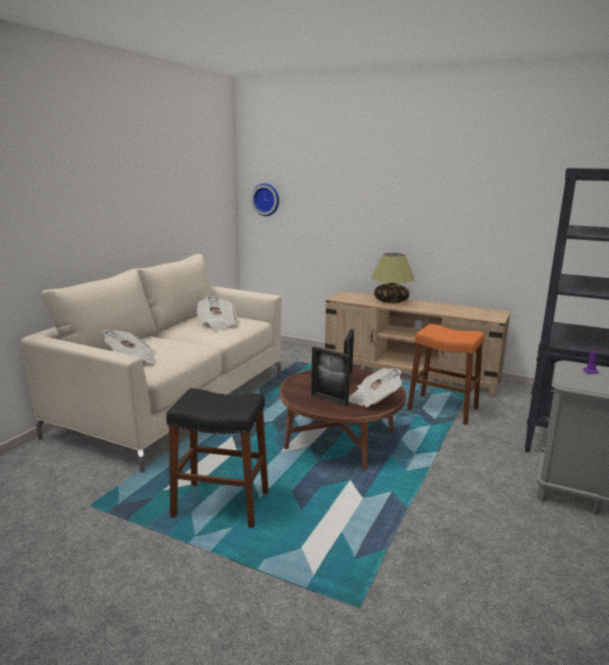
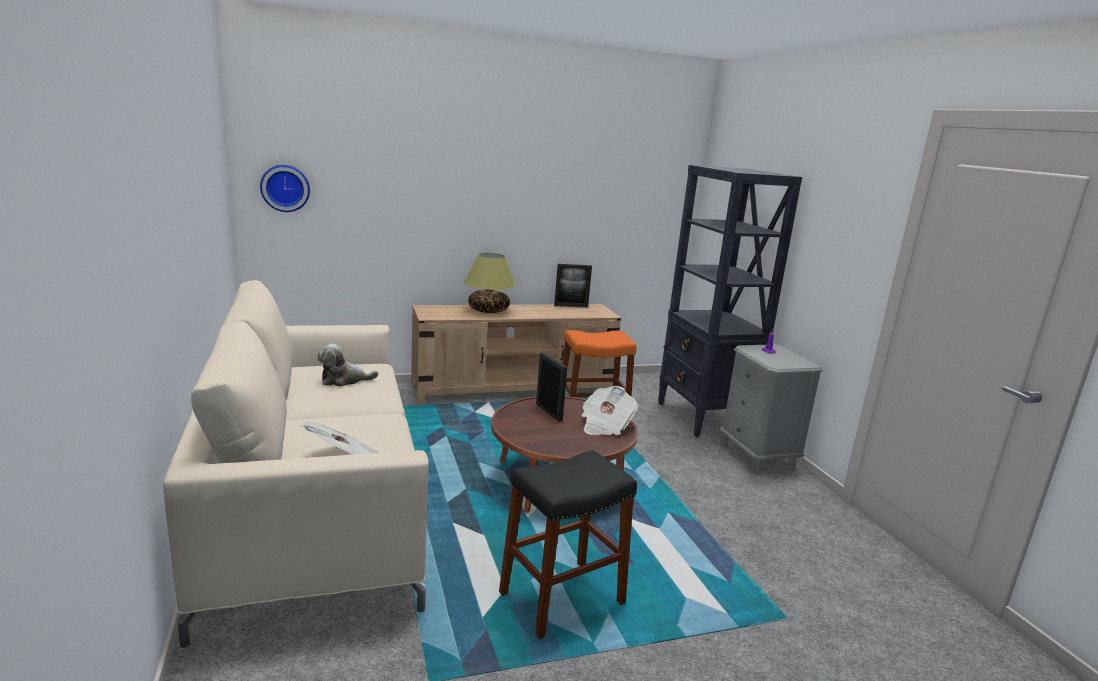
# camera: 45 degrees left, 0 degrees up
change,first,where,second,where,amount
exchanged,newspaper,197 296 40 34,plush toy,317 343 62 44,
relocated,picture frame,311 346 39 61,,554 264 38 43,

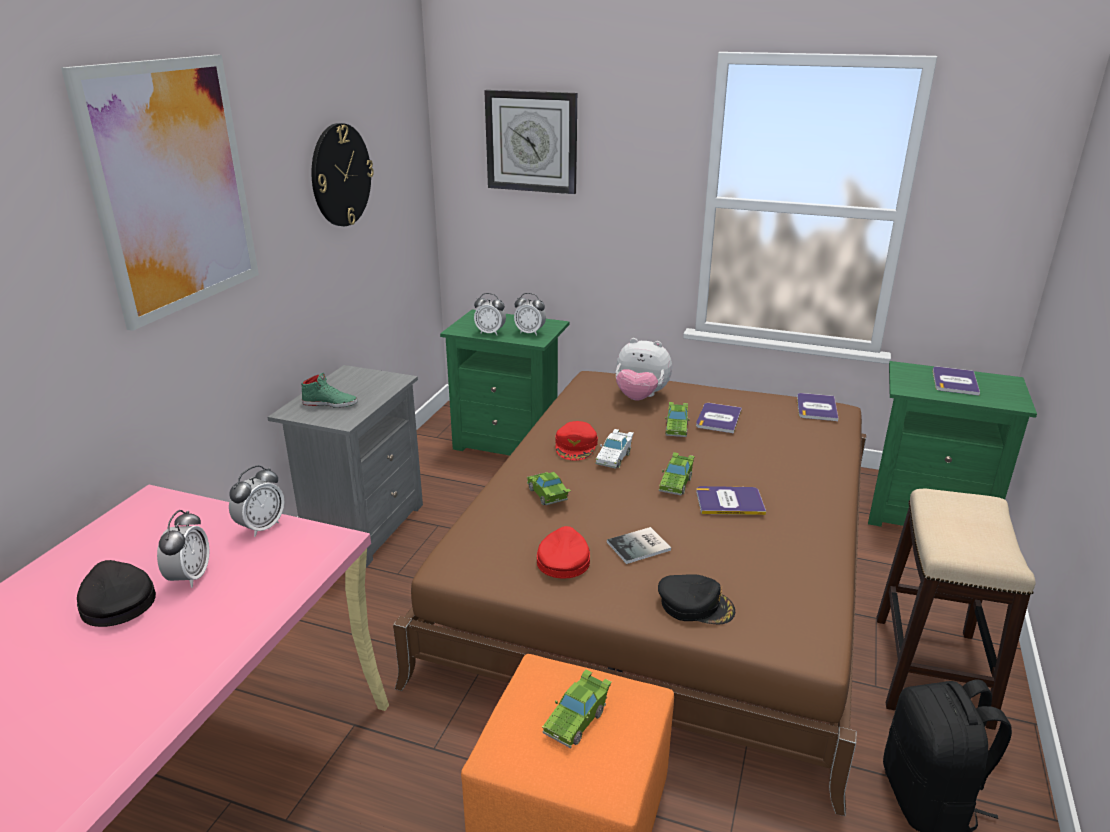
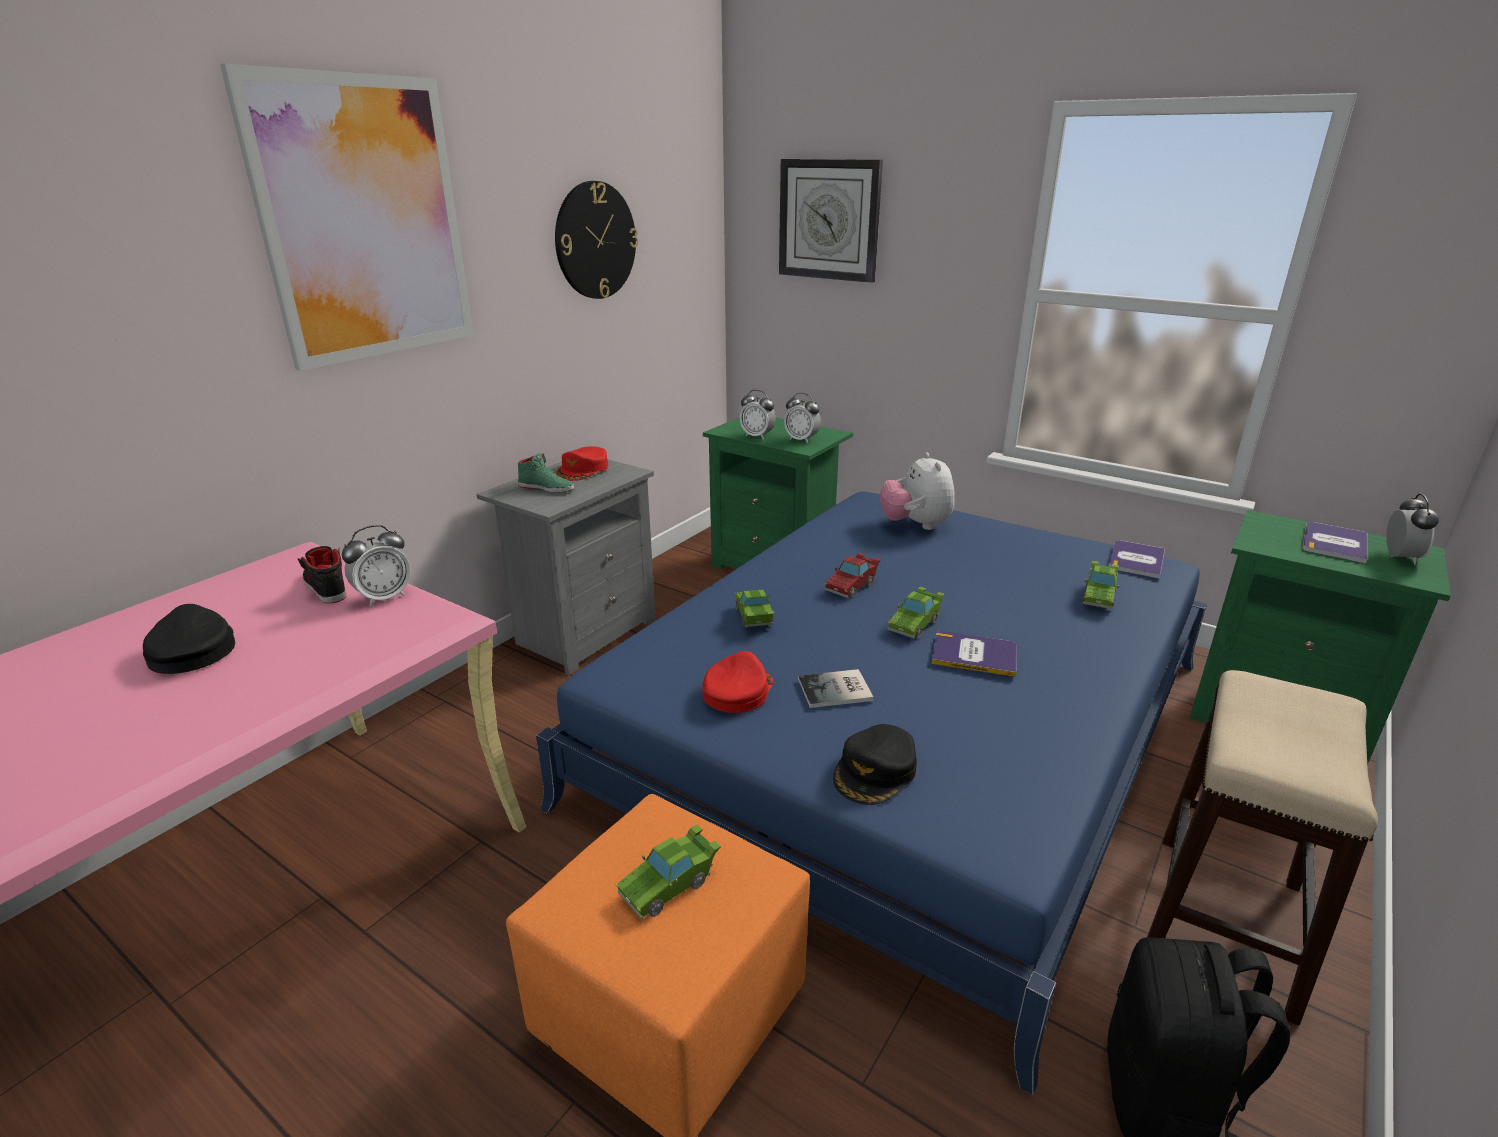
# camera: 15 degrees right, 0 degrees up
change,first,where,second,where,amount
relocated,alarm clock,157 510 52 78,,1386 494 53 71,
colour,brown bed,393 371 473 445,blue bed,536 491 671 604,
relocated,red cap,555 421 43 39,,556 446 52 35,
colour,white toy car,595 429 39 40,red toy car,825 553 56 45,
spun,plush toy,616 338 56 62,,880 452 75 78,45 degrees clockwise
spun,black cap,658 575 77 49,,833 724 84 81,90 degrees clockwise
relocated,green toy car,665 402 25 35,,1082 561 38 48,
missing,book,696 403 46 30,,,
appeared,,,black shoe,298 546 48 57,

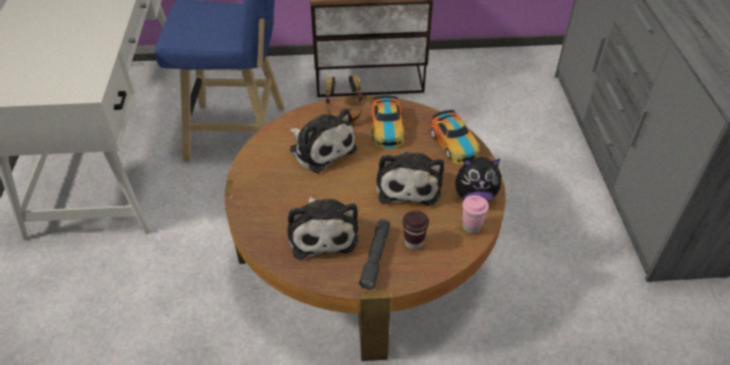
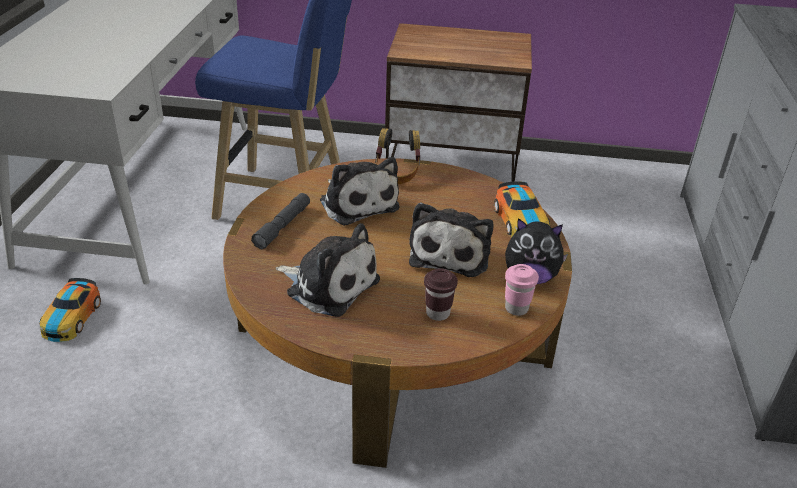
# camera: 10 degrees right, 10 degrees down
change,first,where,second,where,amount
spun,plush toy,287 197 71 62,,276 223 104 94,60 degrees counterclockwise
relocated,grey flashlight,359 219 31 71,,251 193 59 56,
relocated,toy car,370 95 35 54,,39 278 62 64,

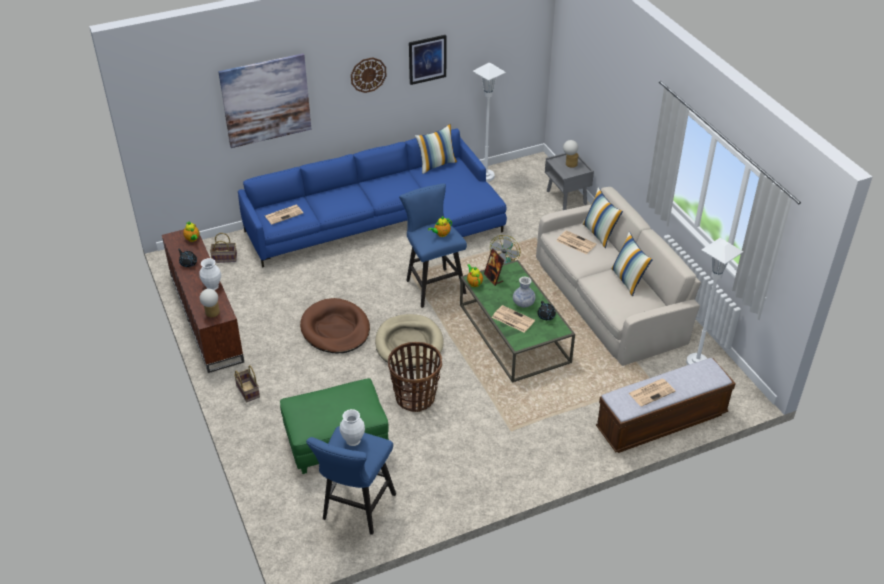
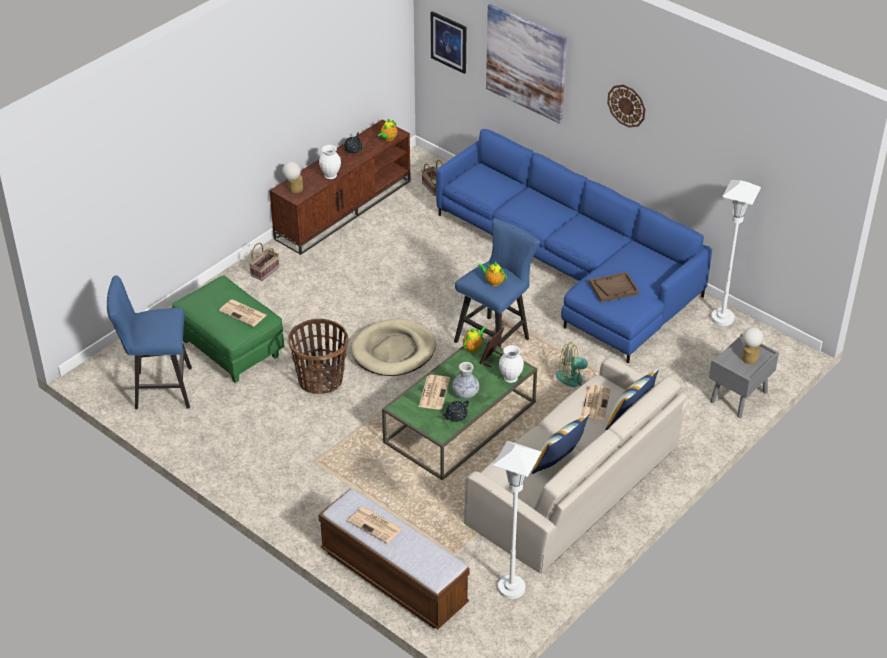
# camera: 65 degrees right, 0 degrees up
change,first,where,second,where,amount
relocated,newspaper,265 205 38 19,,219 300 47 27,
missing,brown dog bed,300 298 70 55,,,
relocated,white vase,339 409 26 37,,499 345 25 38,
relocated,picture,409 35 37 50,,431 11 36 63,
missing,pillow,415 124 42 50,,,
appeared,,,brown tray,589 272 50 30,

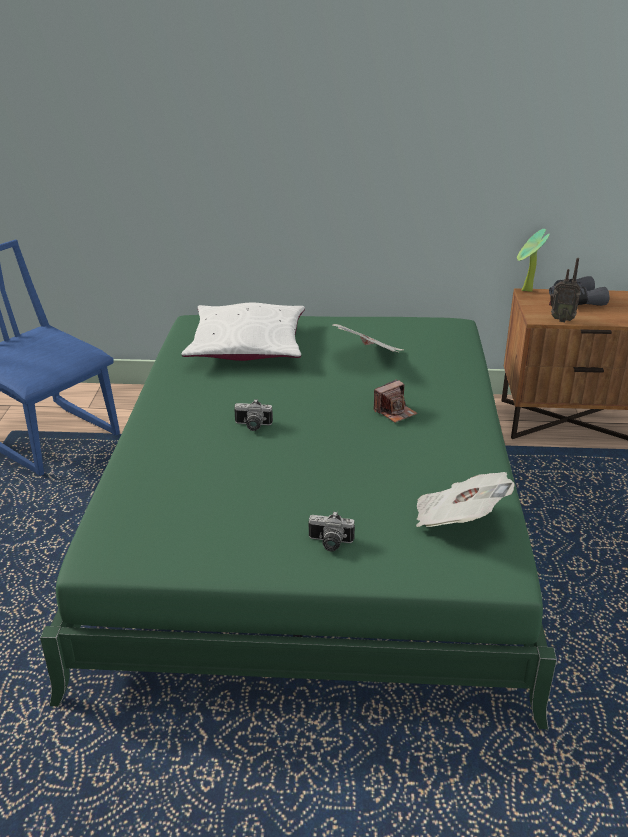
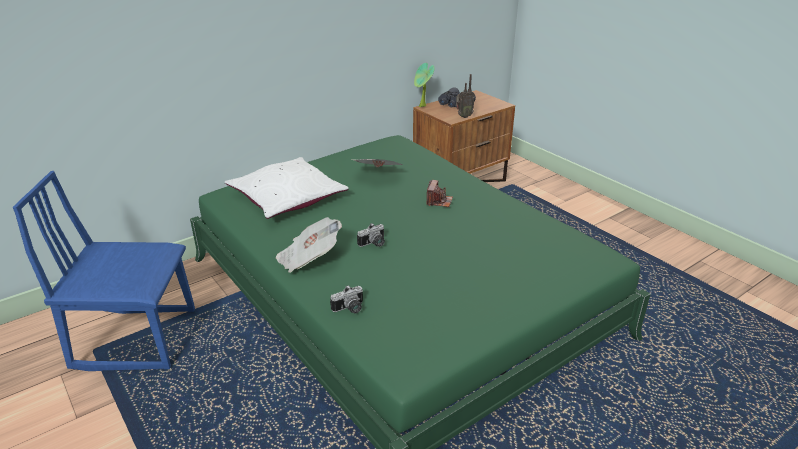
# camera: 40 degrees left, 0 degrees up
change,first,where,second,where,amount
relocated,photo camera,309 512 46 39,,330 285 33 28,
relocated,newspaper,416 472 99 55,,276 217 66 55,

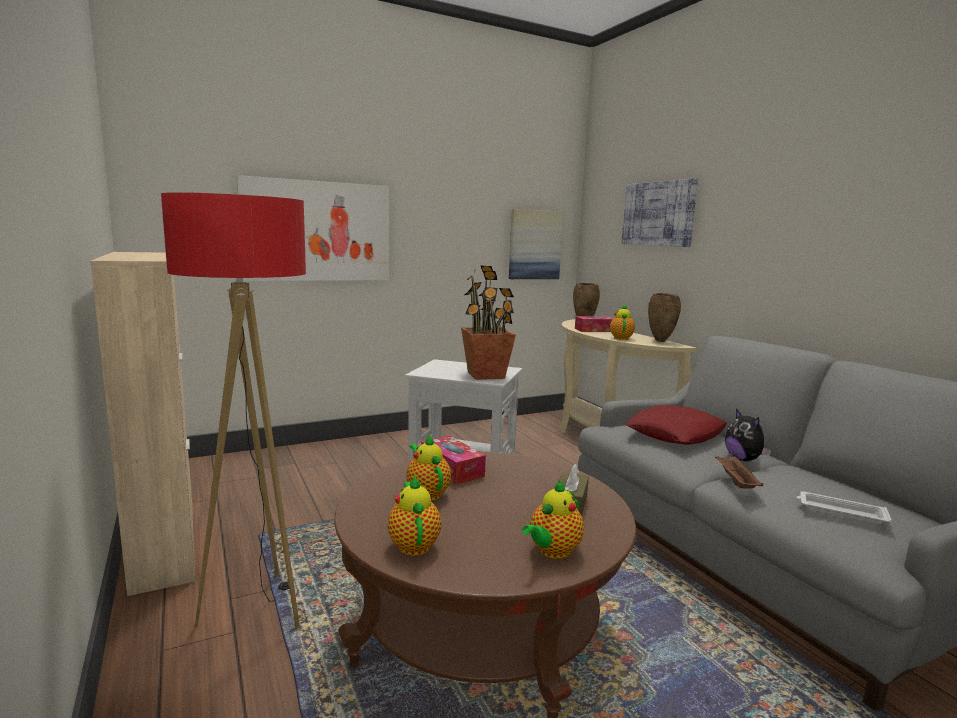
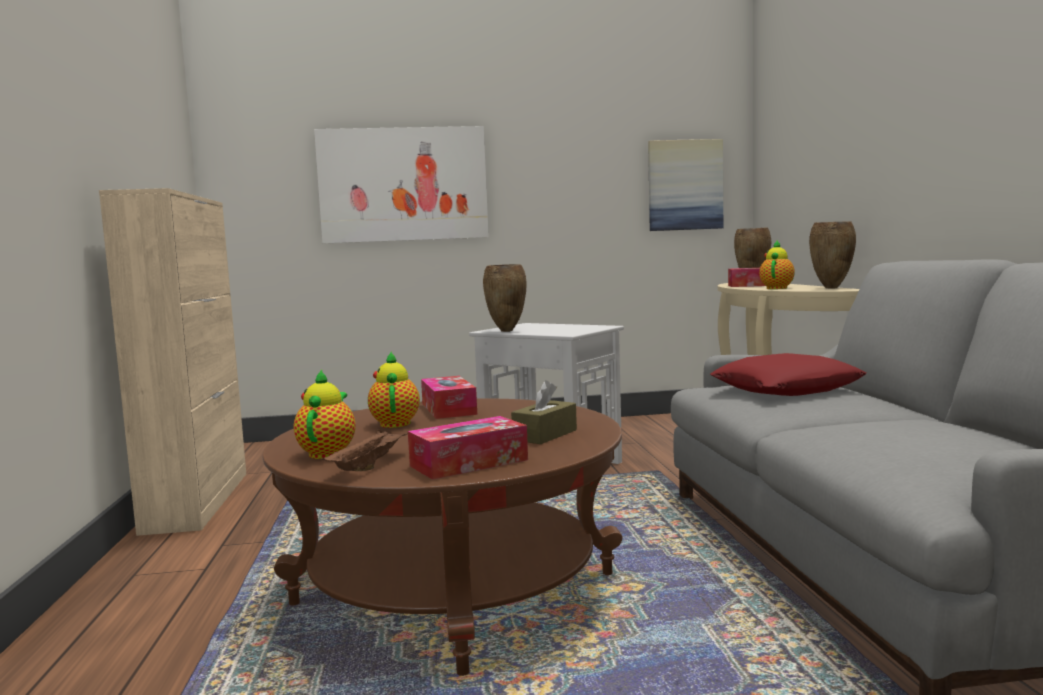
# camera: 20 degrees right, 5 degrees down
change,first,where,second,where,amount
missing,floor lamp,161 192 145 437,,,
missing,potted plant,461 265 55 115,,,
exchanged,teapot,522 480 62 79,tissue box,408 416 120 64,
missing,picture,621 178 77 69,,,
relocated,brown tray,715 456 48 33,,321 429 87 42,
missing,plush toy,725 409 46 52,,,
missing,white tray,796 491 96 33,,,
appeared,,,brown vase,483 264 44 68,

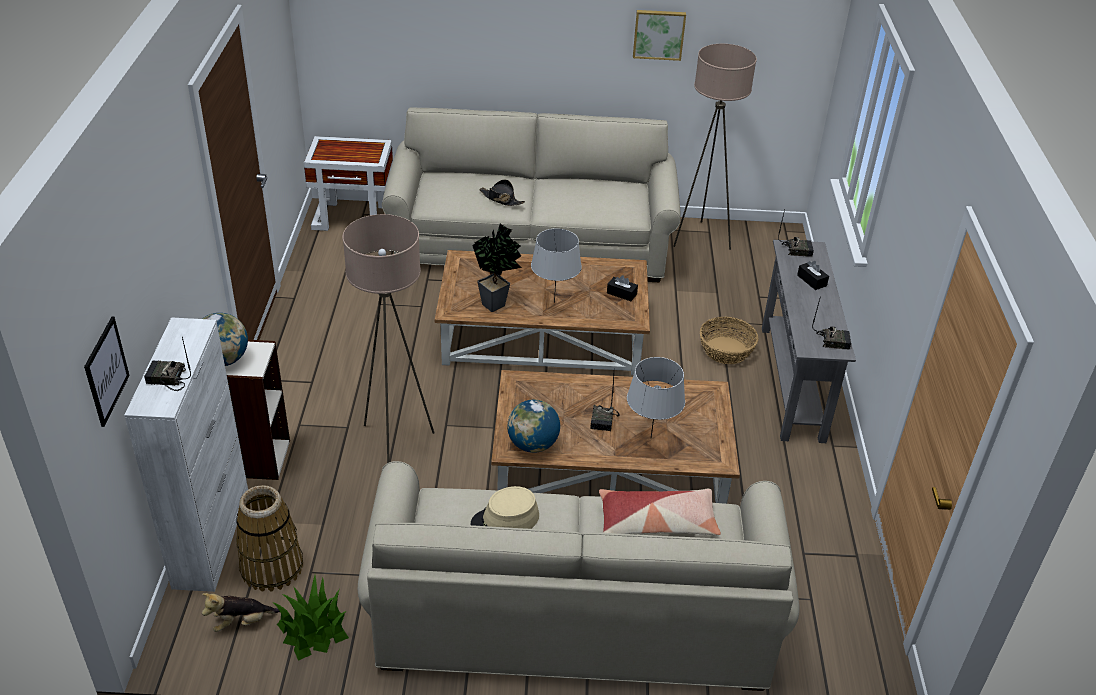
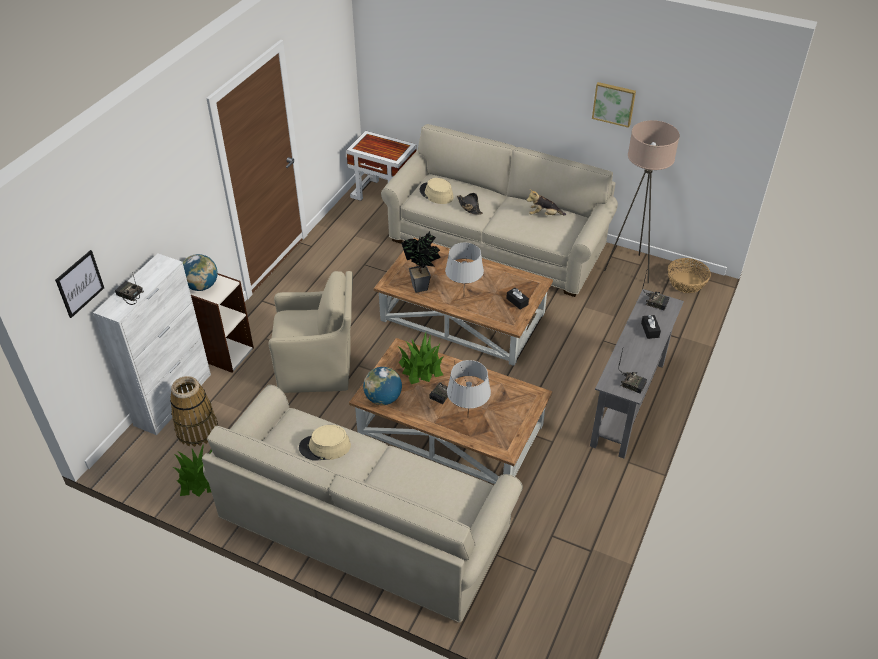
# camera: 25 degrees right, 5 degrees up
change,first,where,second,where,amount
relocated,plush toy,202 593 78 39,,526 189 40 26,
exchanged,beige floor lamp,342 214 93 249,beige armchair,268 271 85 122,
missing,pillow,599 489 122 47,,,
relocated,basket,700 317 58 47,,668 258 43 35,
appeared,,,potted plant,398 332 46 52,
appeared,,,beige hat,420 178 33 26,

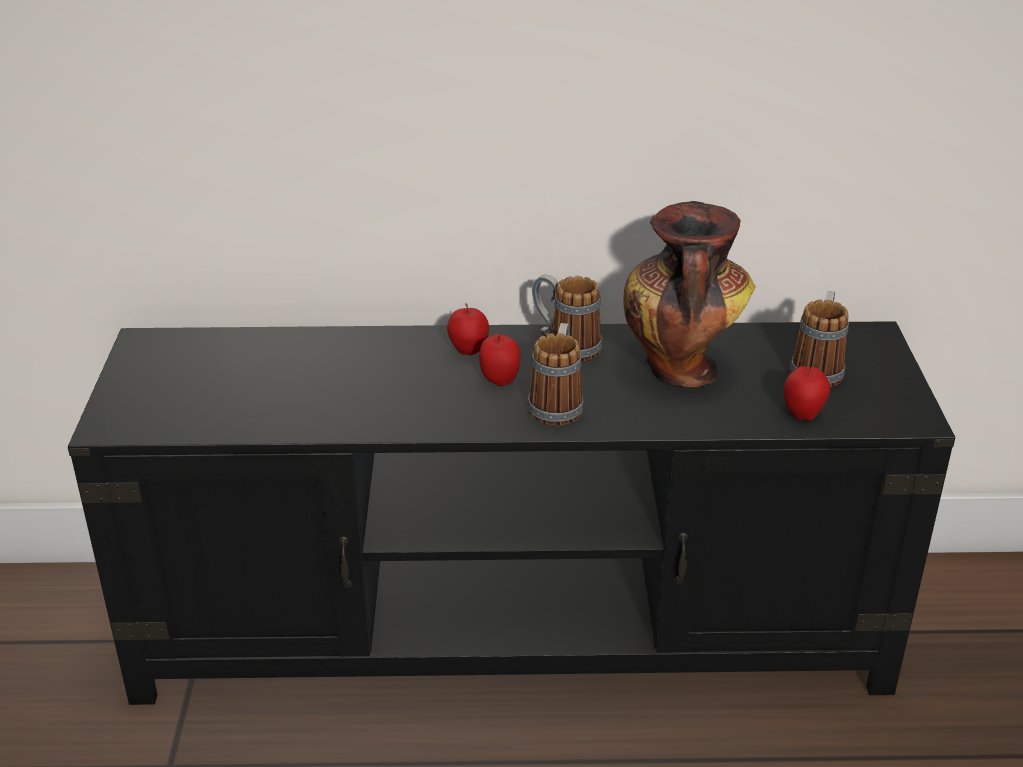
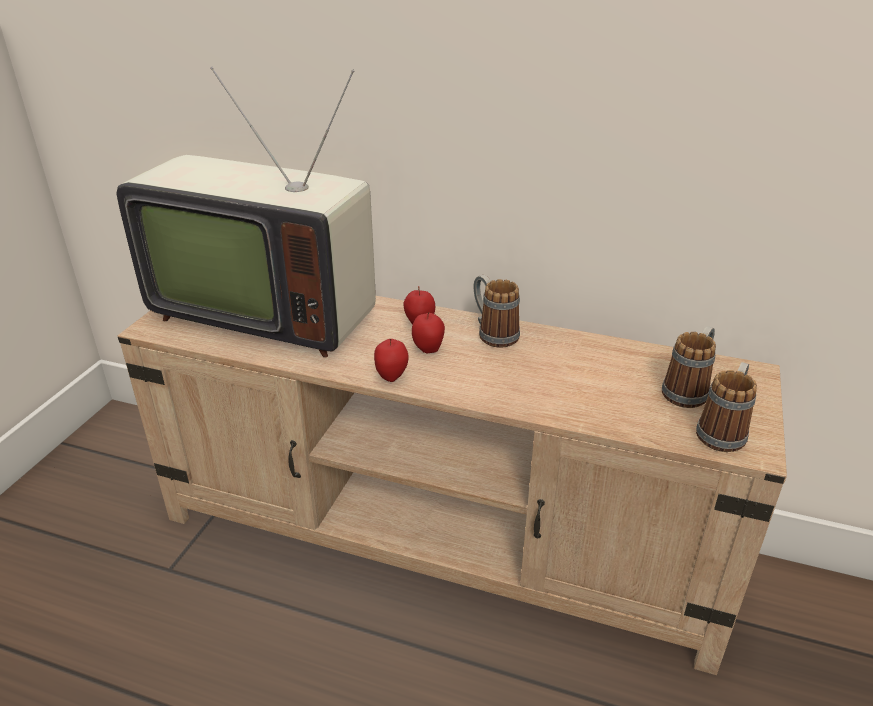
# camera: 20 degrees right, 0 degrees up
change,first,where,second,where,amount
colour,black tv stand,68 321 887 384,beige tv stand,118 296 669 379,
relocated,mug,528 323 55 103,,696 362 61 90,
missing,vase,623 201 132 186,,,
relocated,apple,784 366 46 55,,374 339 35 43,
appeared,,,television,116 67 260 291,

